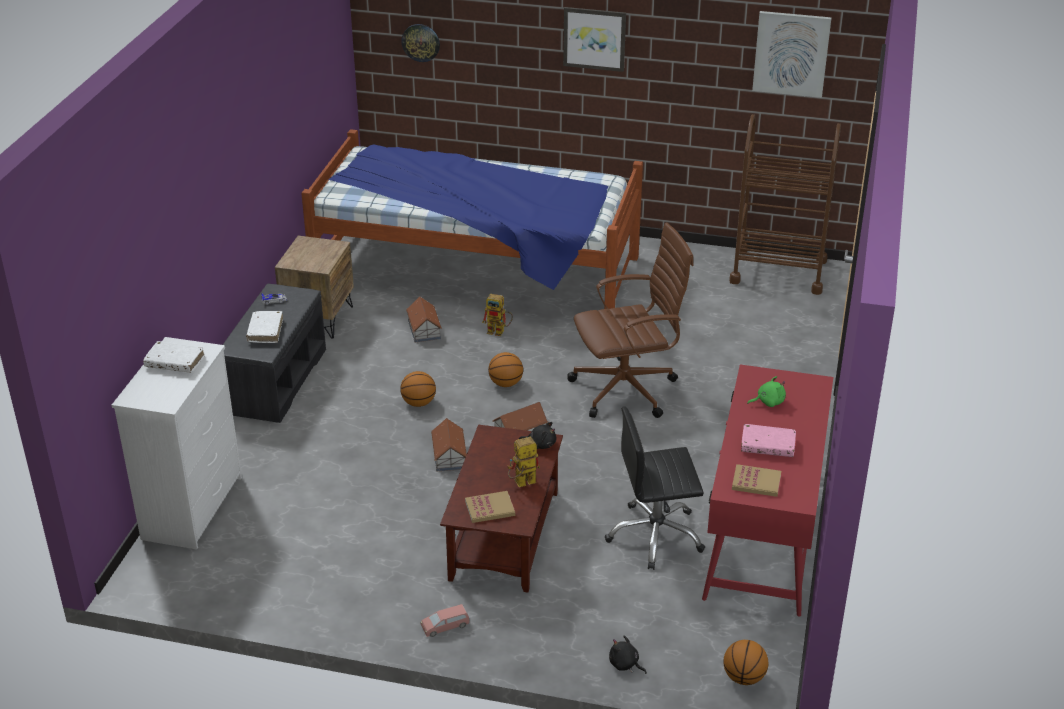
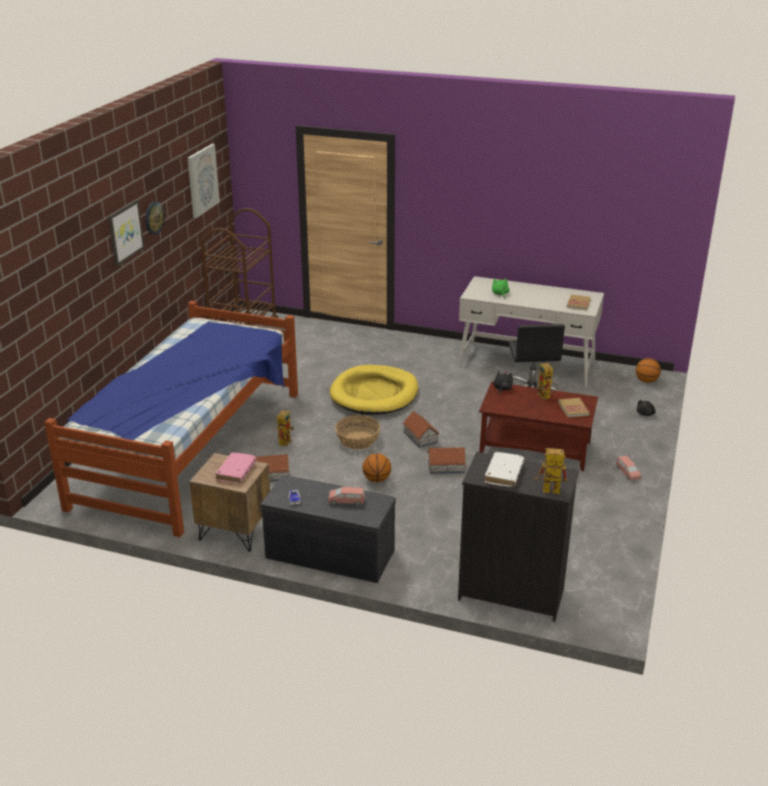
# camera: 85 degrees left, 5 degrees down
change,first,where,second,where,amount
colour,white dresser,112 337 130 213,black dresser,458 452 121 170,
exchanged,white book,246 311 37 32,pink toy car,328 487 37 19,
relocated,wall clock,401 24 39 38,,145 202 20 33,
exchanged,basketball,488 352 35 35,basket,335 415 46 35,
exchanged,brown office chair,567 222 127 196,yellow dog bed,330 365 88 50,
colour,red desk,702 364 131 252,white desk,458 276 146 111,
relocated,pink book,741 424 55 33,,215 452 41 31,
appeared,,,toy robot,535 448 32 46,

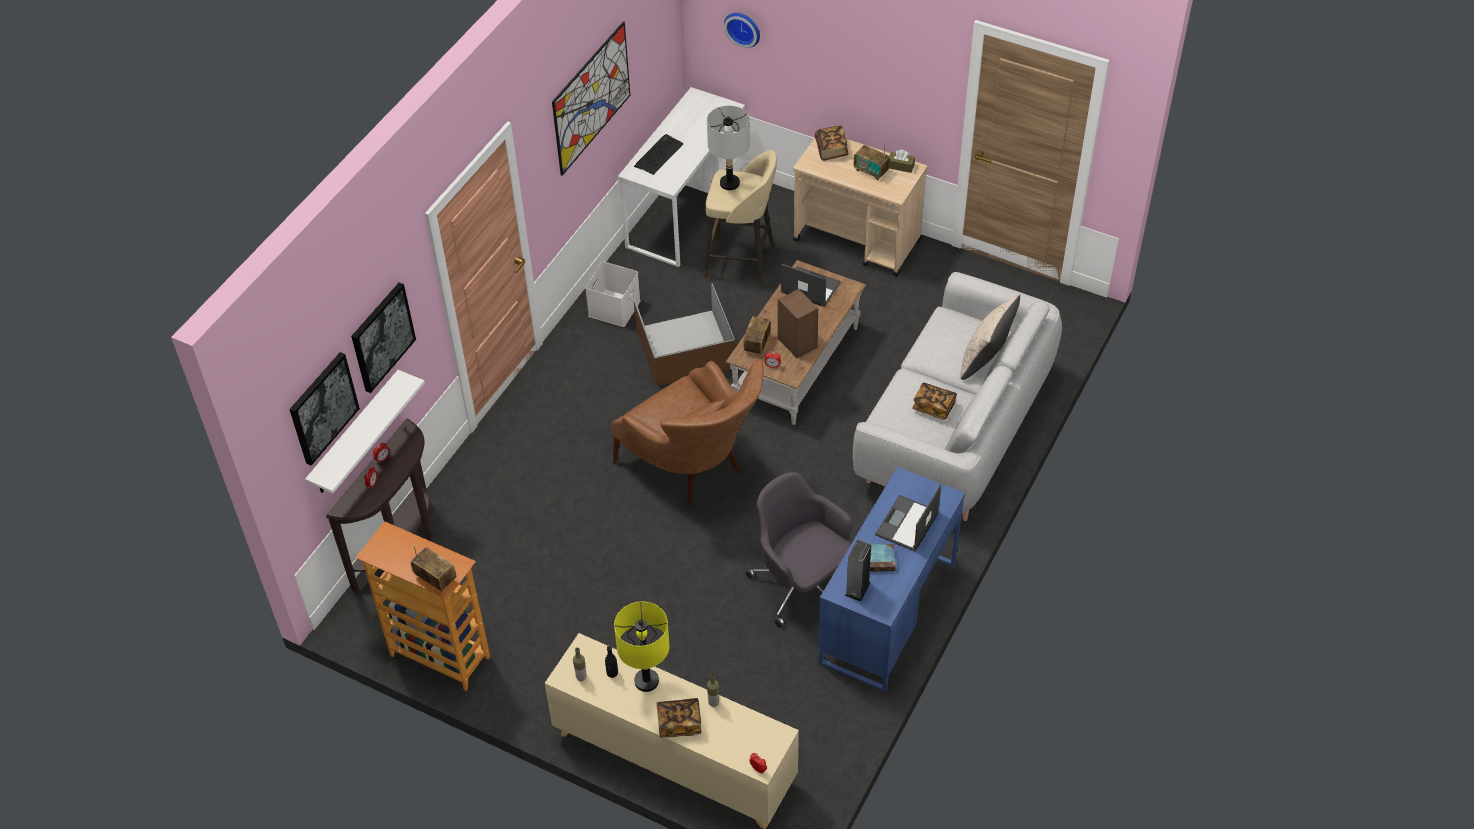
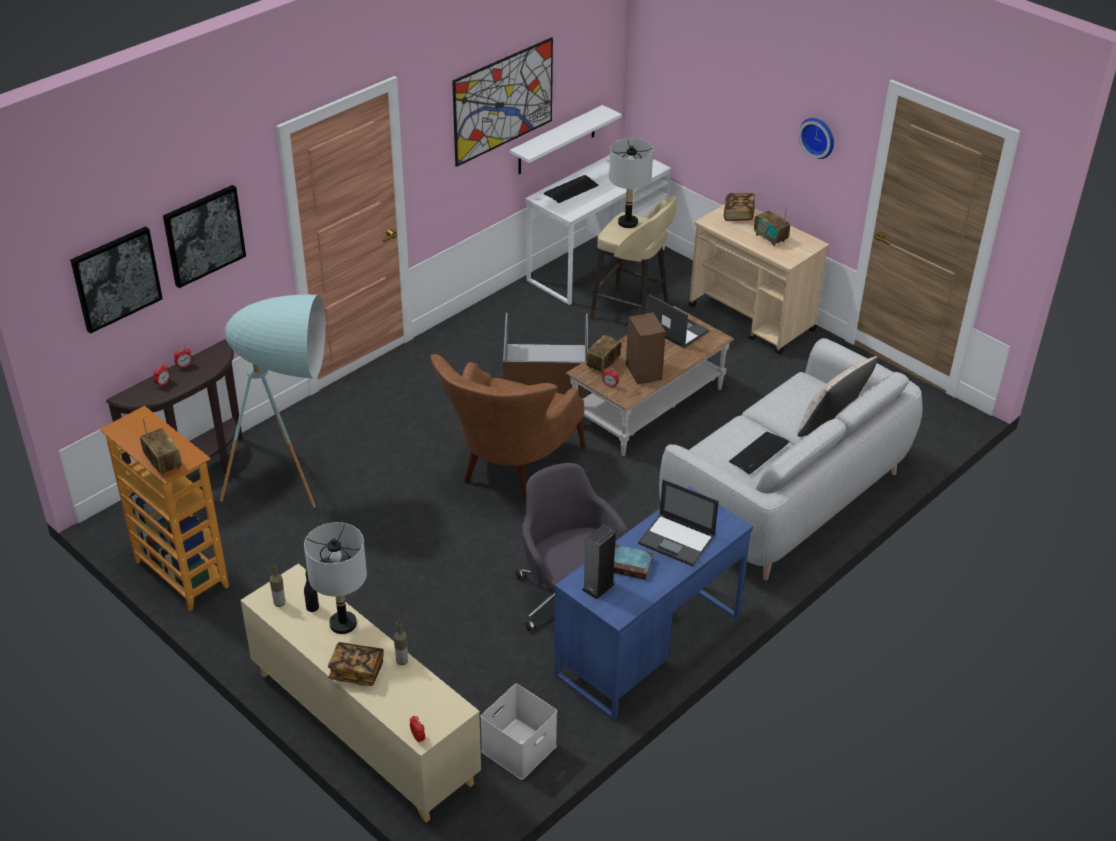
# camera: 15 degrees right, 10 degrees down
change,first,where,second,where,amount
relocated,white shelf,305 370 120 123,,510 105 112 69,
relocated,white storage box,585 261 56 66,,480 684 77 96,
spun,brown armchair,611 359 153 145,,430 354 155 146,45 degrees clockwise
colour,yellow table lamp,614 602 56 90,grey table lamp,304 522 63 112,
relocated,wall clock,724 13 36 35,,798 118 36 41,
spun,laptop,875 484 66 68,,638 479 81 87,105 degrees counterclockwise
missing,brown tissue box,889 150 26 23,,,
exchanged,book,912 383 45 37,keyboard,729 431 60 43,
appeared,,,turquoise floor lamp,220 295 105 213,

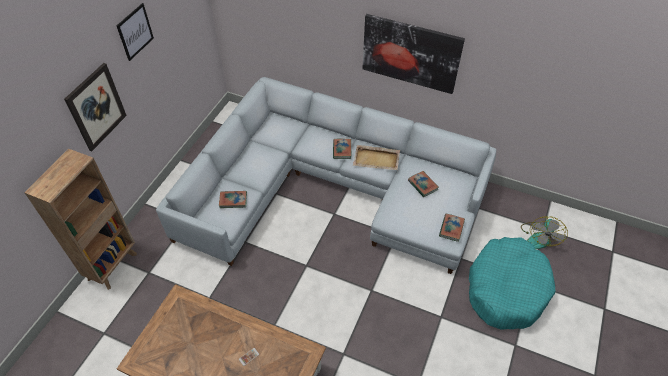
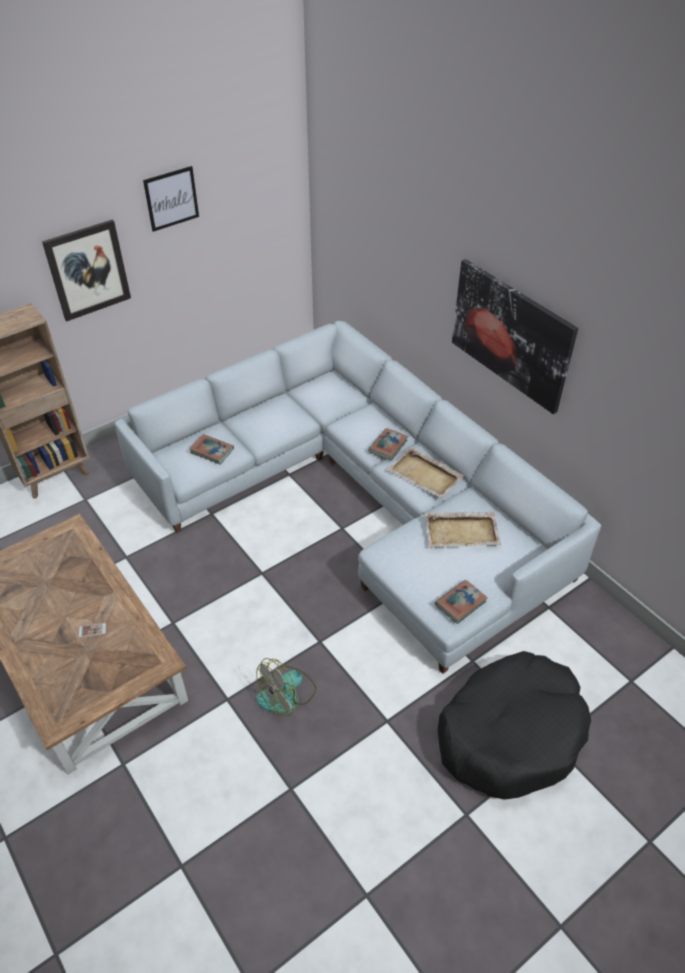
# camera: 30 degrees right, 5 degrees down
change,first,where,second,where,amount
exchanged,book,408 171 31 26,beige tray,425 512 76 36,
colour,turquoise dog bed,469 237 86 93,black dog bed,438 651 153 149,
relocated,fan,521 216 47 33,,256 658 60 58,

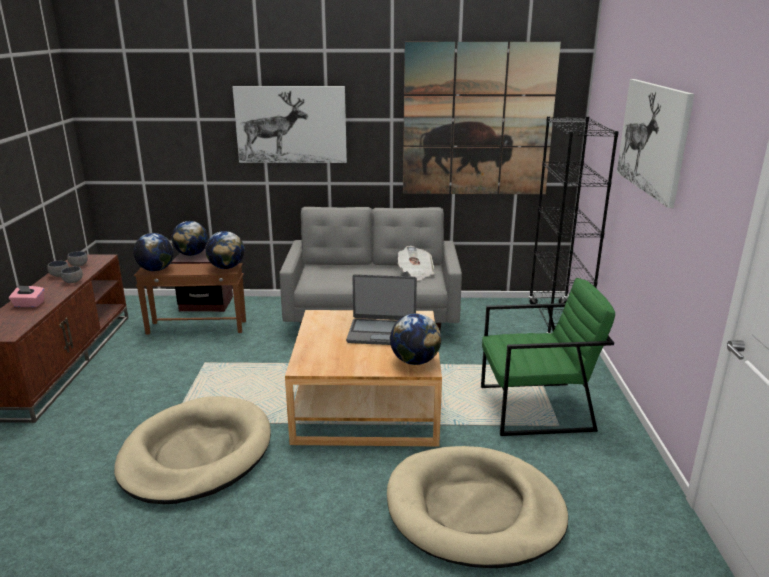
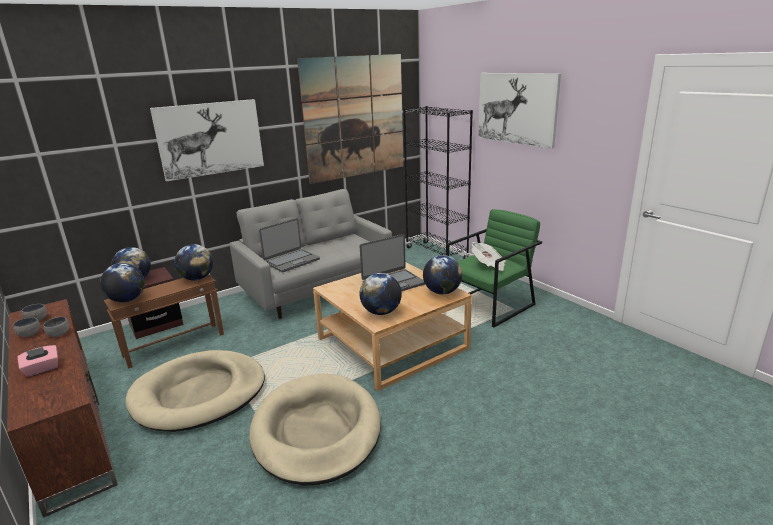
# camera: 35 degrees left, 0 degrees up
change,first,where,second,where,amount
relocated,beige dog bed,387 446 181 122,,126 350 139 82,
relocated,newspaper,398 246 36 35,,472 242 34 29,
appeared,,,laptop,259 218 61 54,
appeared,,,globe,359 273 43 42,

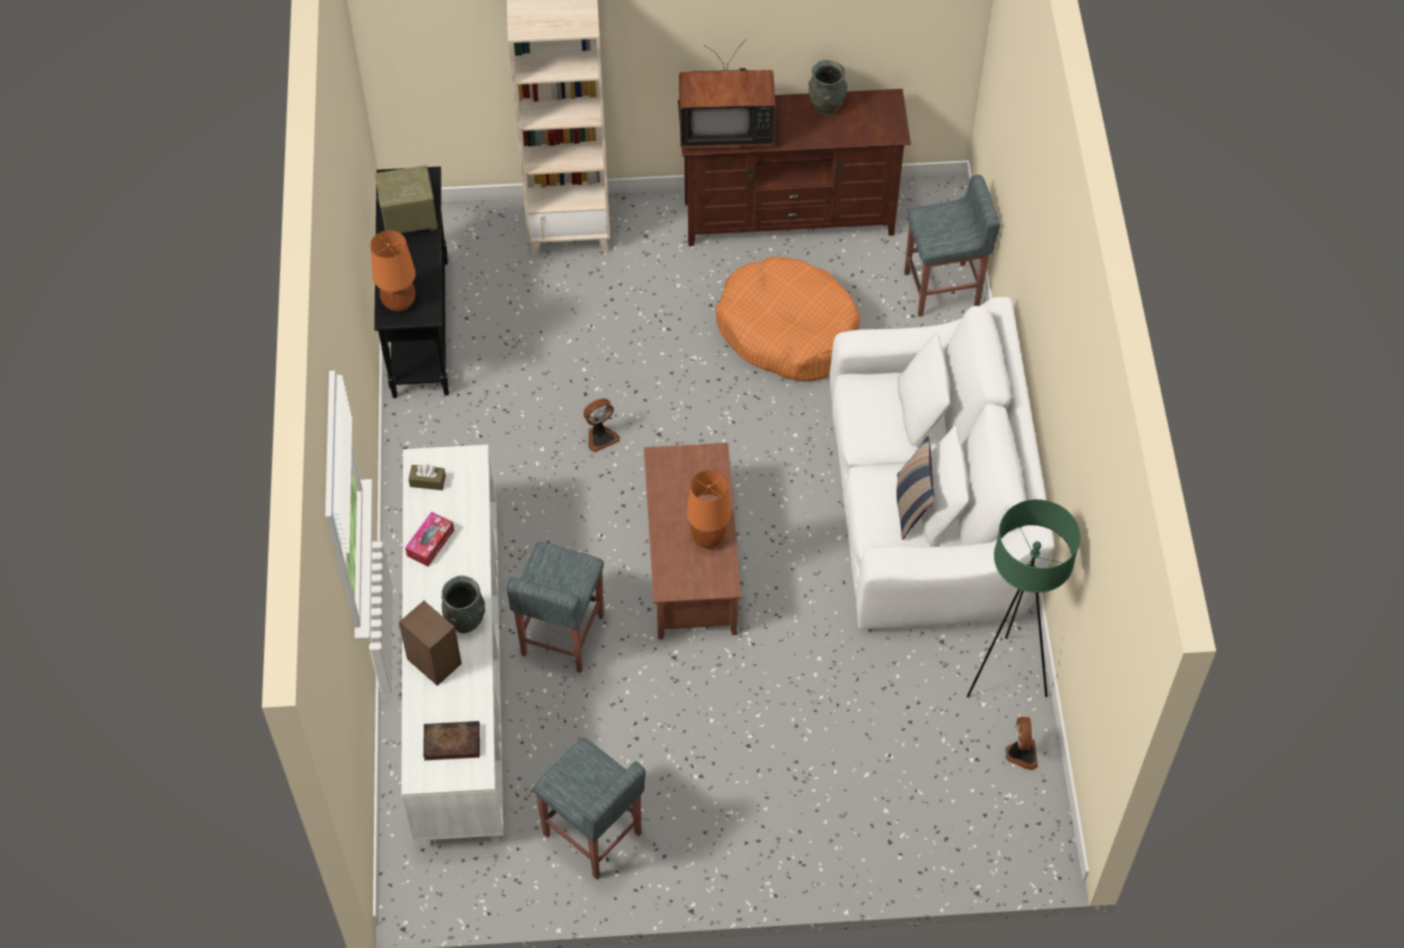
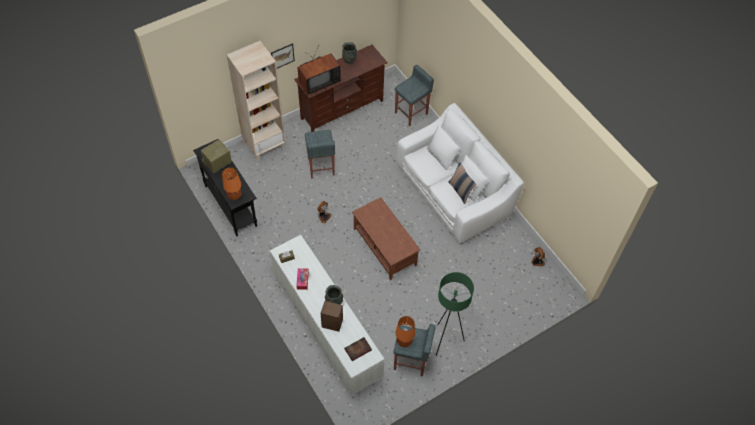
# camera: 30 degrees left, 0 degrees up
change,first,where,second,where,amount
relocated,grey stool,506 542 98 131,,305 130 30 49,
relocated,orange table lamp,687 470 44 78,,395 316 20 31,
missing,orange dog bed,716 256 145 126,,,
relocated,green floor lamp,967 499 114 198,,436 272 38 84,
appeared,,,picture,271 43 24 26,

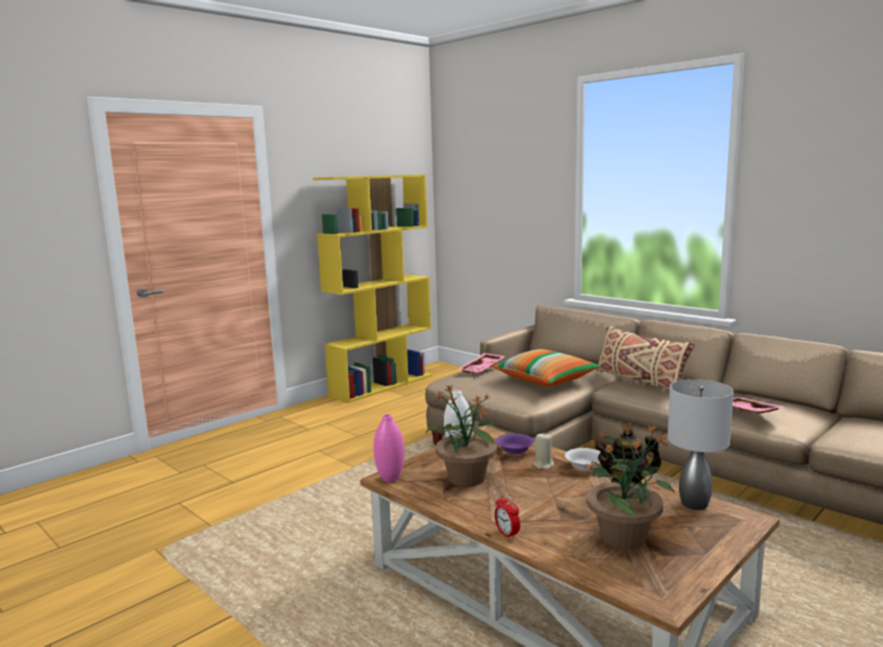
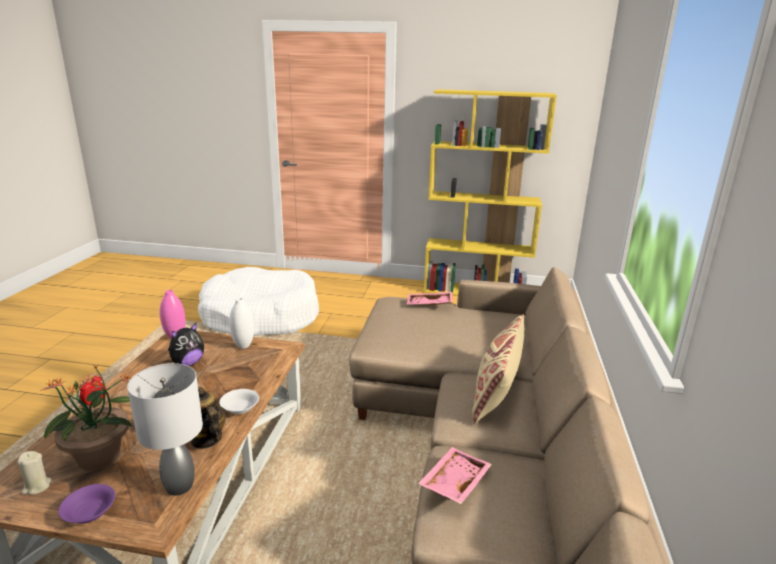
# camera: 55 degrees right, 10 degrees up
change,first,where,second,where,amount
exchanged,potted plant,426 385 71 102,plush toy,168 323 36 43,
missing,pillow,492 349 109 37,,,
relocated,purple bowl,496 433 38 21,,58 484 57 40,
relocated,beige candle,534 434 20 36,,18 451 33 44,
appeared,,,white dog bed,198 267 121 69,

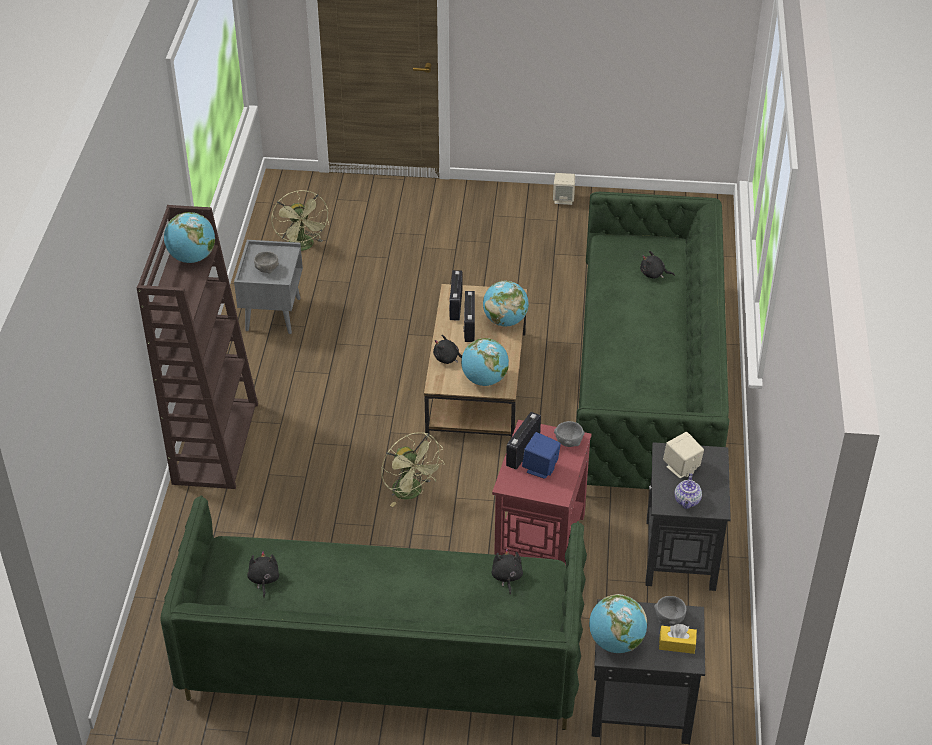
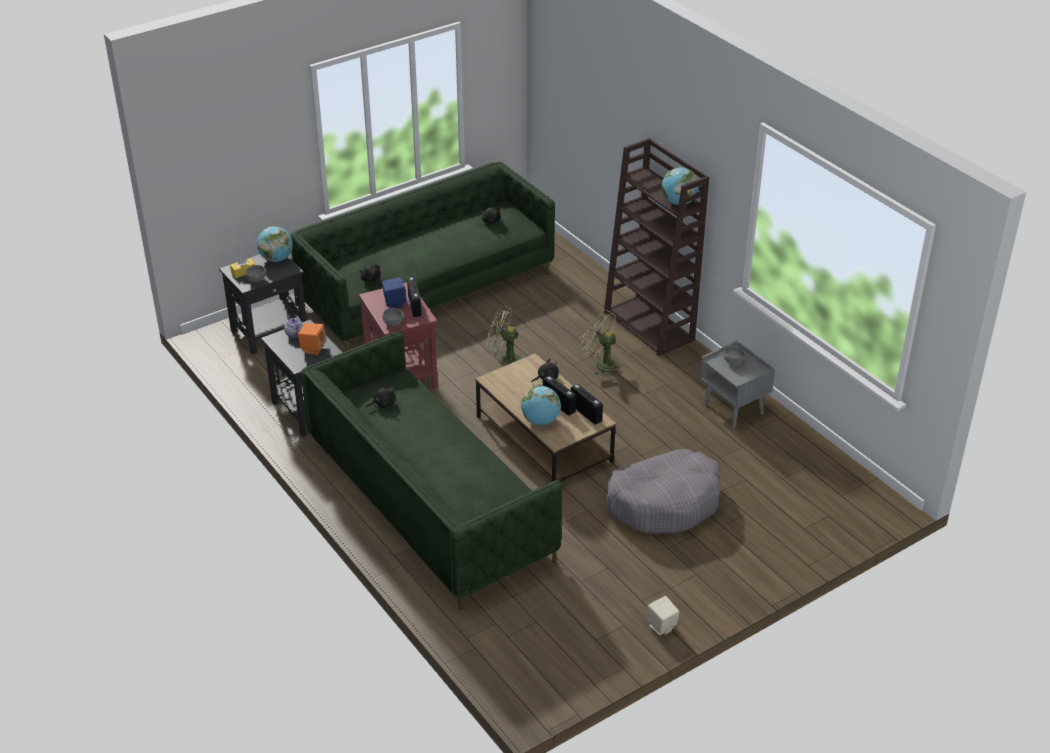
# camera: 140 degrees right, 5 degrees down
change,first,where,second,where,amount
relocated,green fan,271 190 58 61,,580 310 39 67,
missing,globe,461 338 48 48,,,
relocated,black plush toy,640 251 35 28,,366 383 29 25,
colour,beige speaker,663 432 41 46,orange speaker,298 323 29 32,
appeared,,,grey dog bed,605 449 115 85,

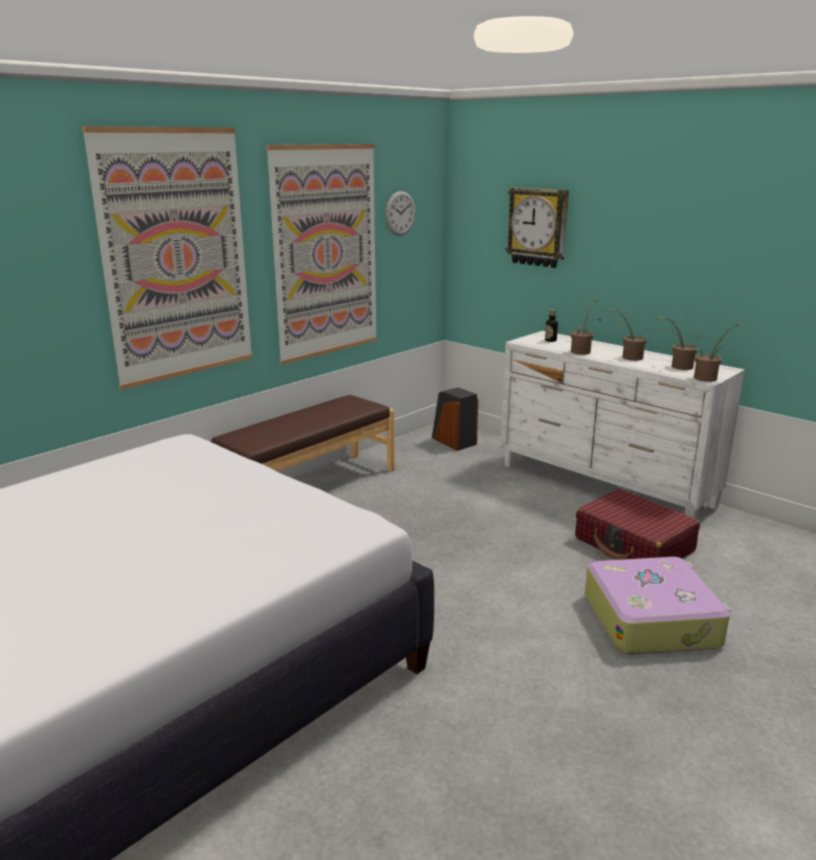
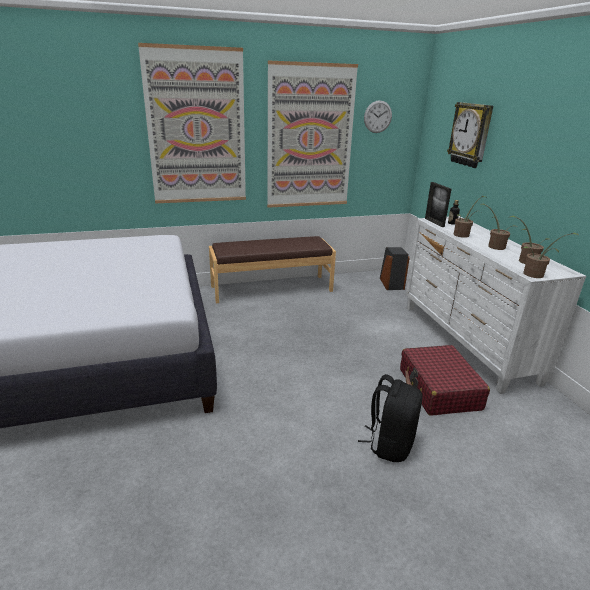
# camera: 30 degrees right, 5 degrees up
change,first,where,second,where,amount
exchanged,suitcase,585 557 145 98,black backpack,358 374 65 88,
appeared,,,picture frame,425 182 26 45,

